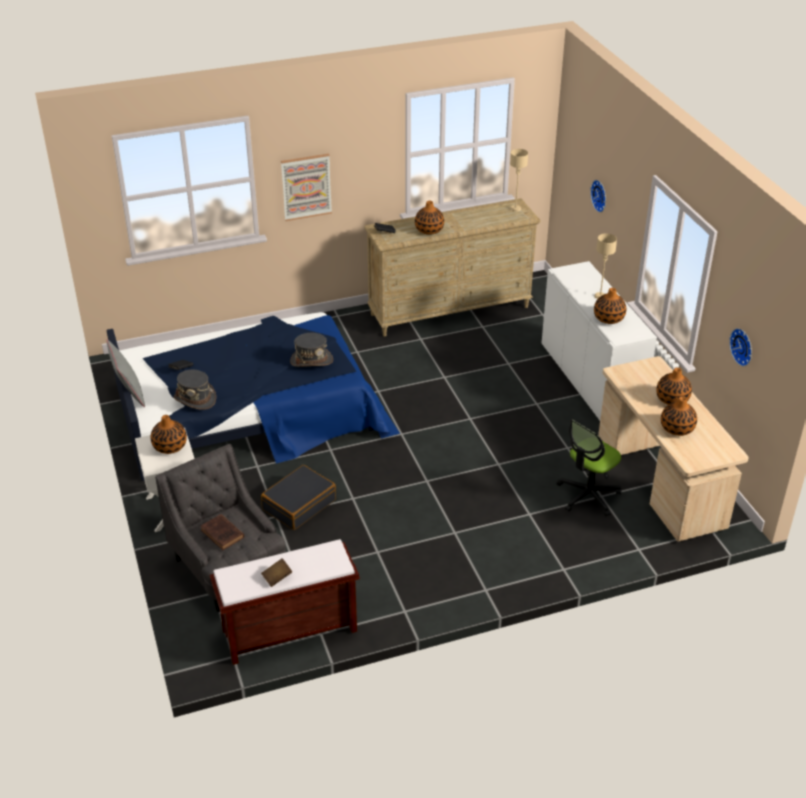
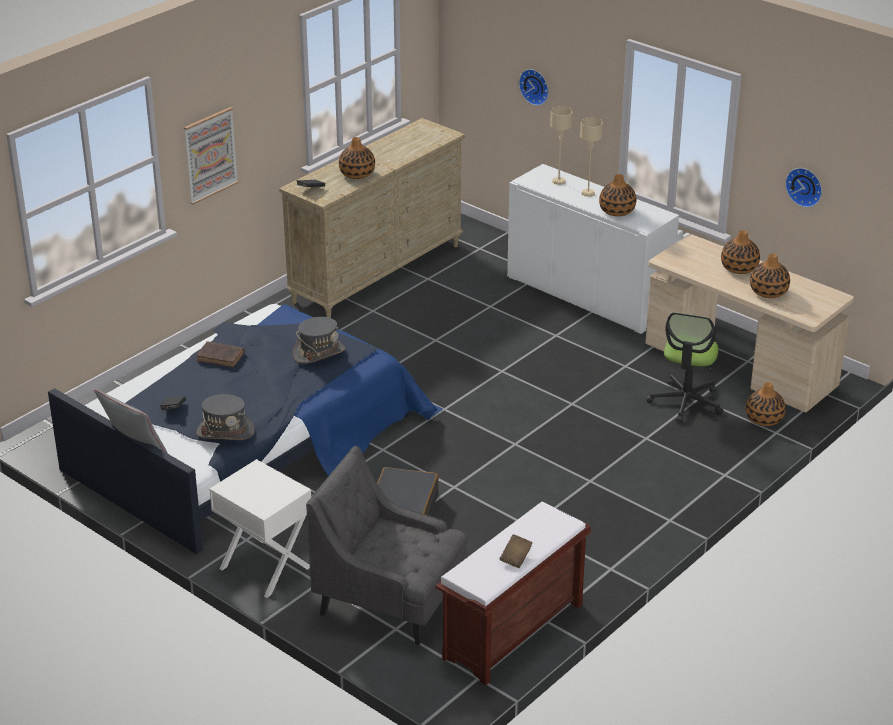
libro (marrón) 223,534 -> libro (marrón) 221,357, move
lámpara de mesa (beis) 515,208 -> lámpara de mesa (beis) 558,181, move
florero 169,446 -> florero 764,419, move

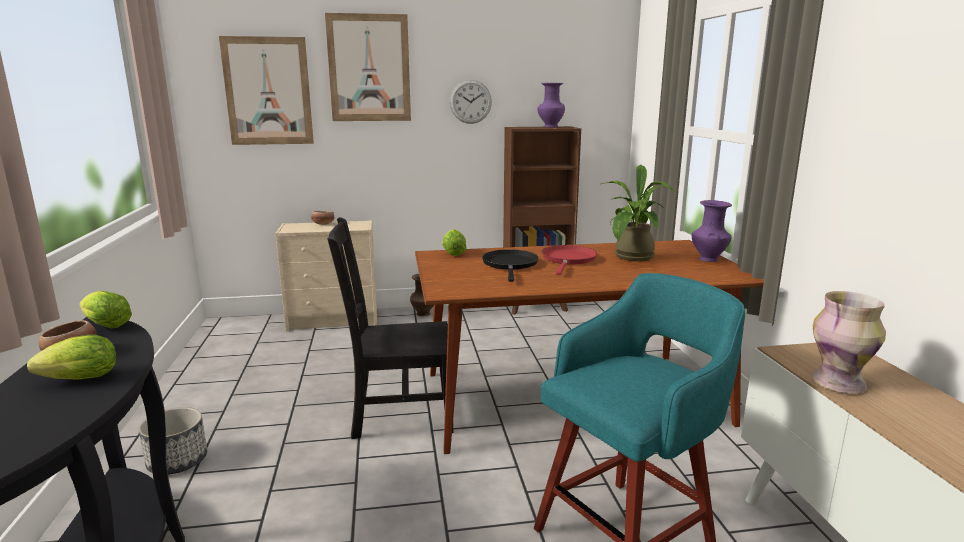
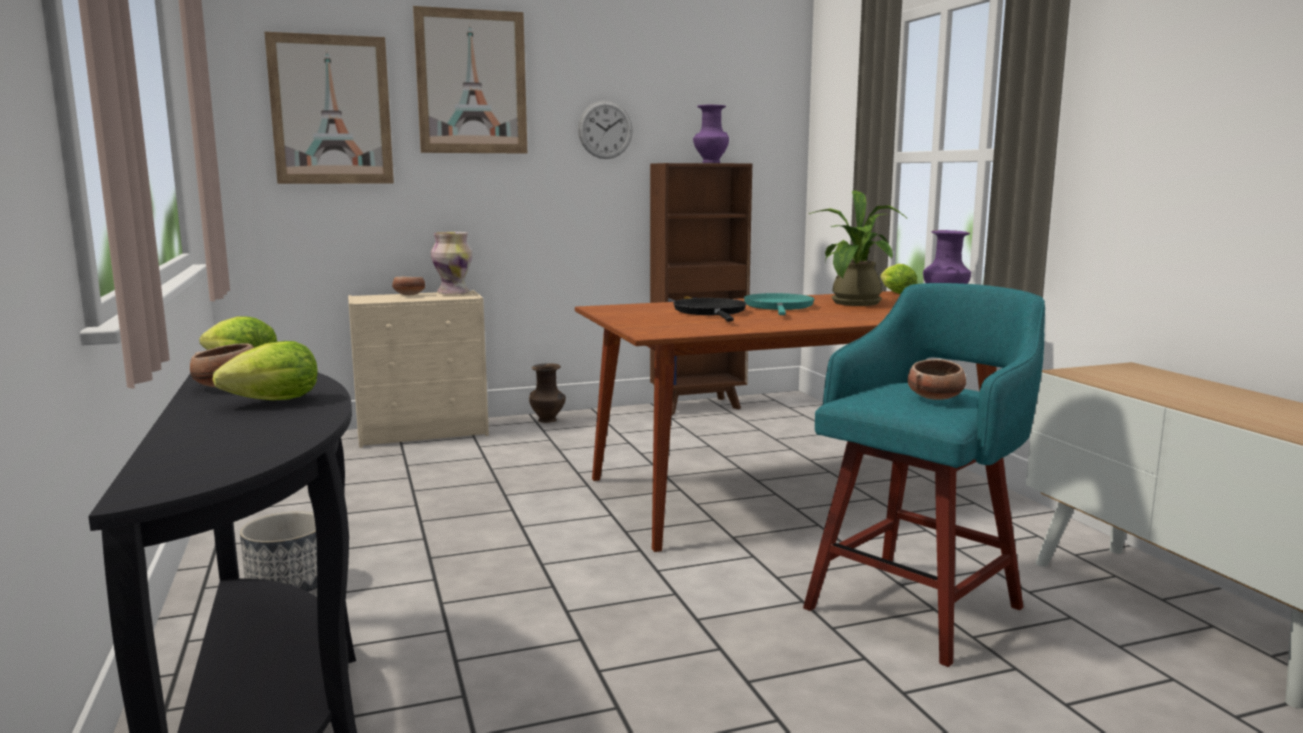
florero 839,383 -> florero 454,293, move
sartén (rojo) 568,260 -> sartén (turquesa) 779,307
lechuga 453,253 -> lechuga 895,293, move
none -> cuenco 935,398
silla (negro) 398,414 -> none

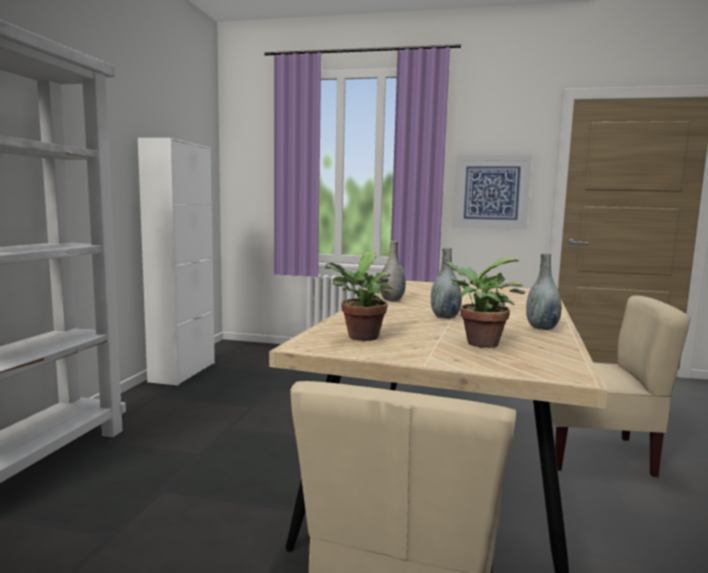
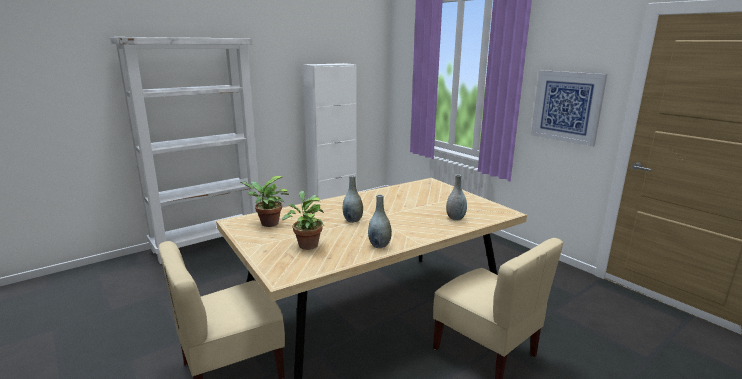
florero (gris) 392,300 -> florero (gris) 455,218, move

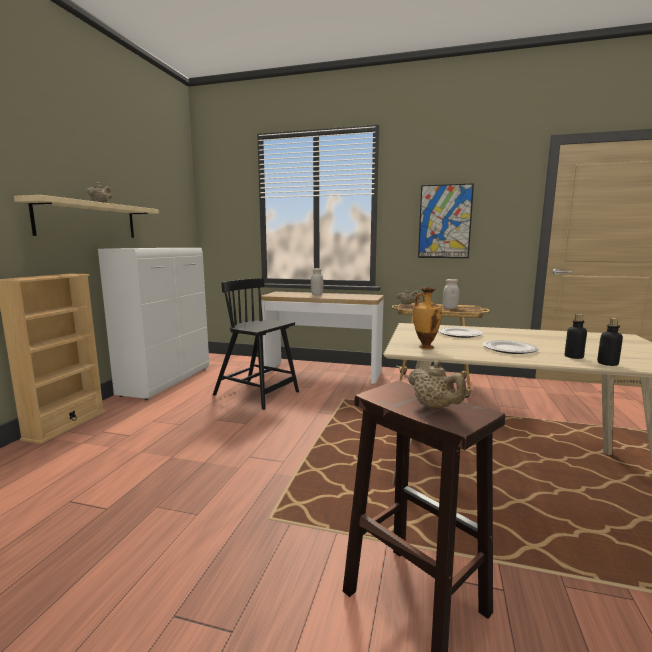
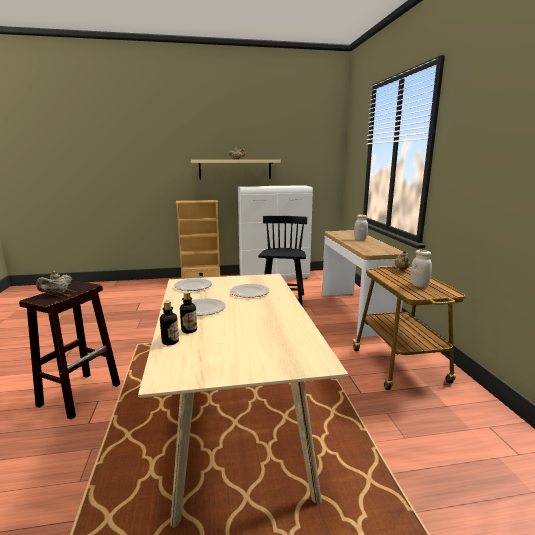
florero 425,347 -> plato 192,286
cuadro 445,221 -> none

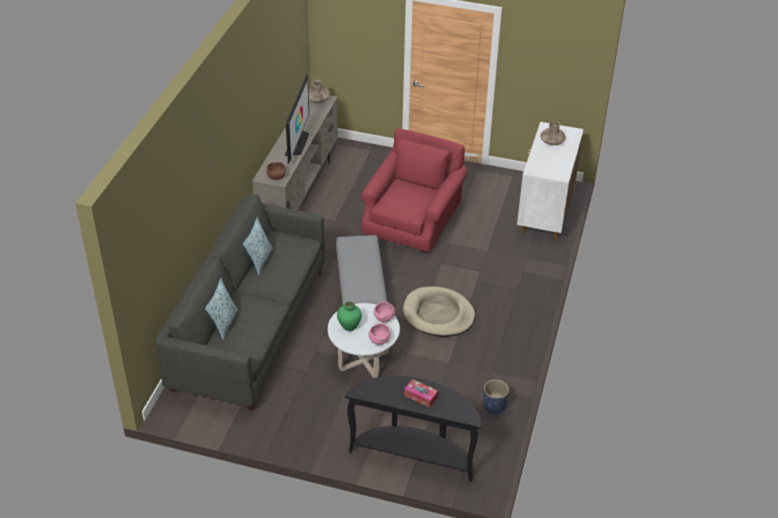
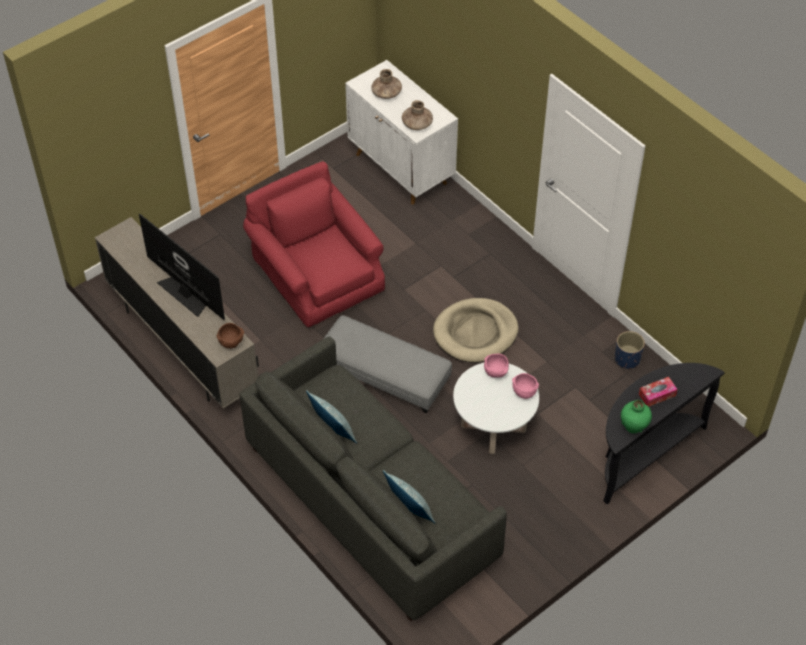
florero (marrón) 318,100 -> florero (marrón) 417,124, move
florero (verde) 349,326 -> florero (verde) 633,427, move

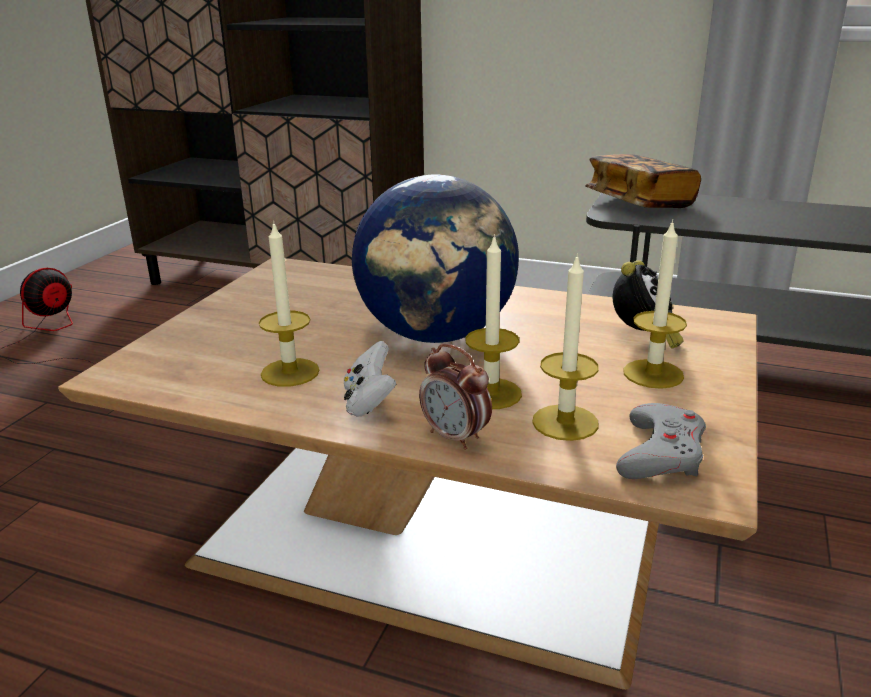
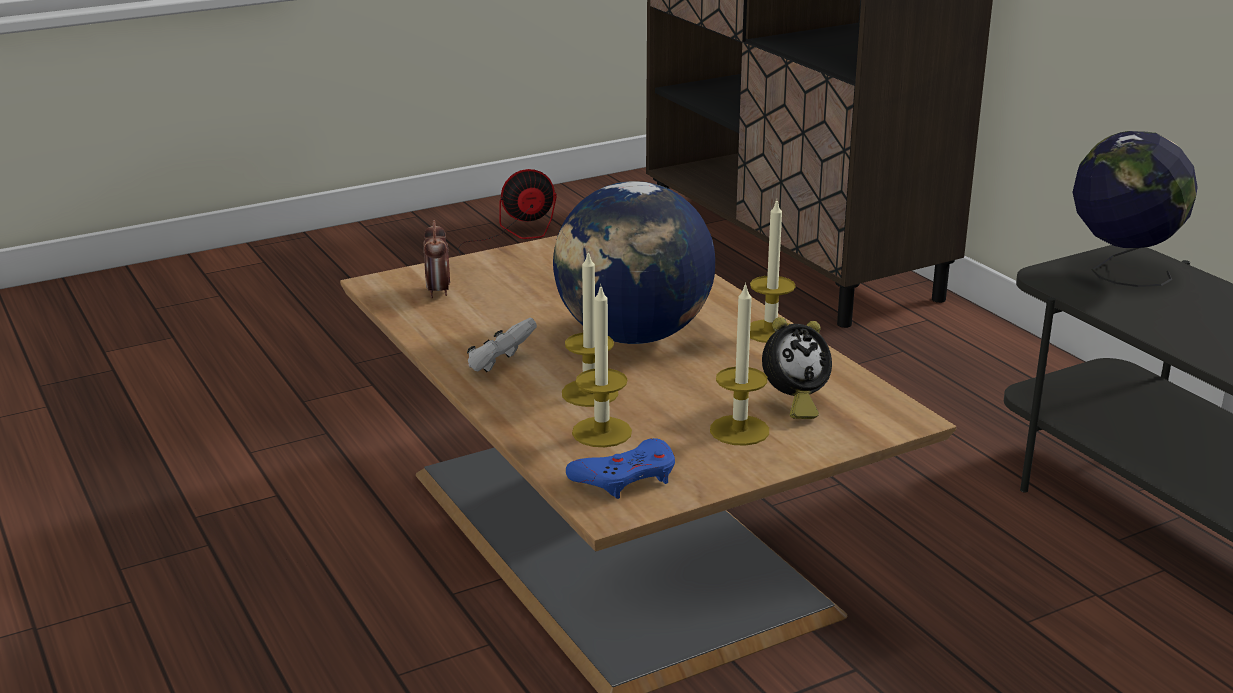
despertador 455,437 -> despertador 438,291, move
mando de consola (gris) 661,452 -> mando de consola (azul) 626,477
vela 290,372 -> vela 770,331, move
libro 639,203 -> globo terráqueo 1120,273

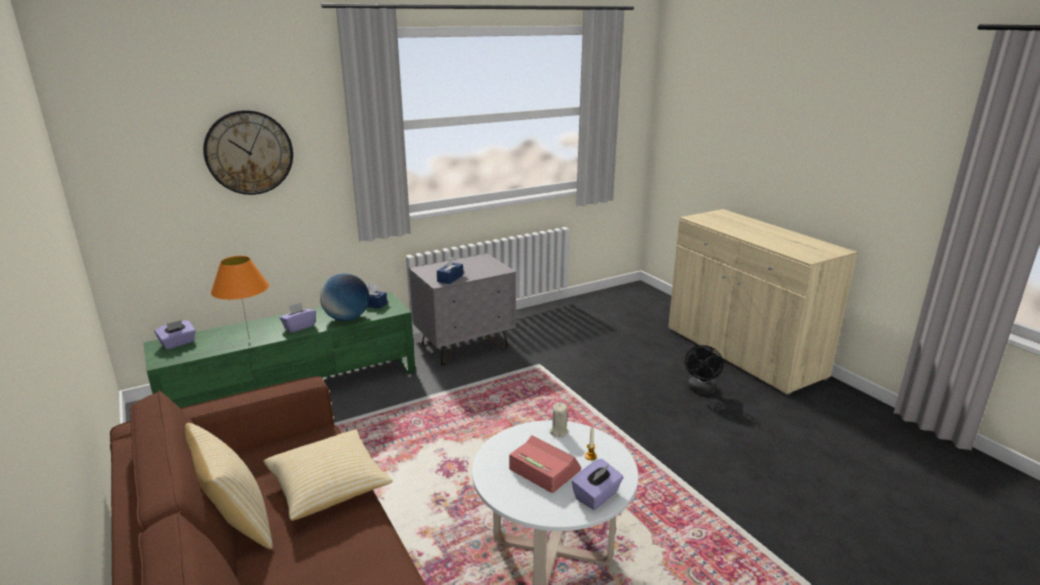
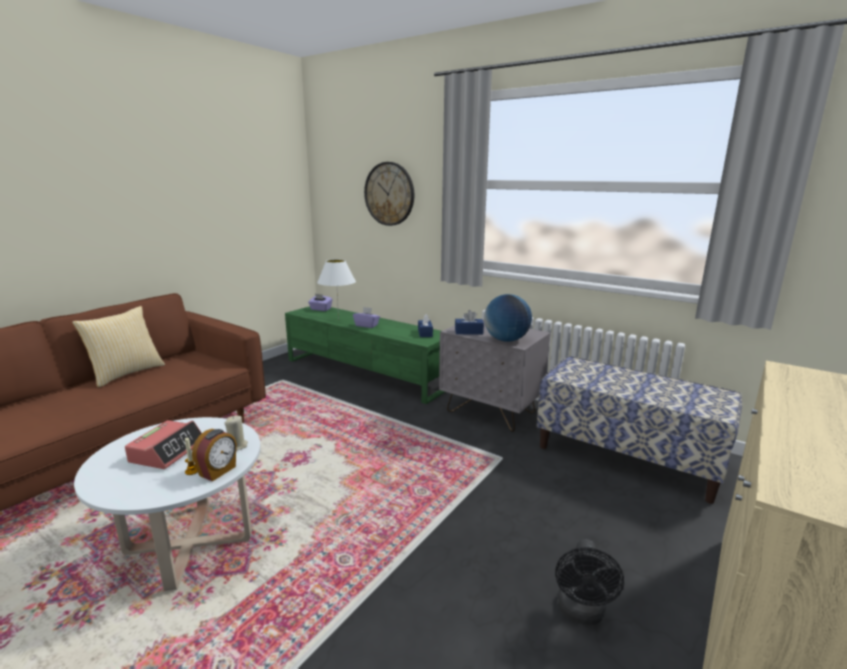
none -> despertador 218,471
lámpara de mesa (naranja) 249,339 -> lámpara de mesa (blanco) 338,320
globo terráqueo 347,318 -> globo terráqueo 506,340, move
none -> banco 627,457
ventilador (negro) 701,390 -> ventilador (negro) 581,613, 75 degrees counterclockwise
cojín 329,488 -> none
caja de pañuelos (morado) 597,496 -> none

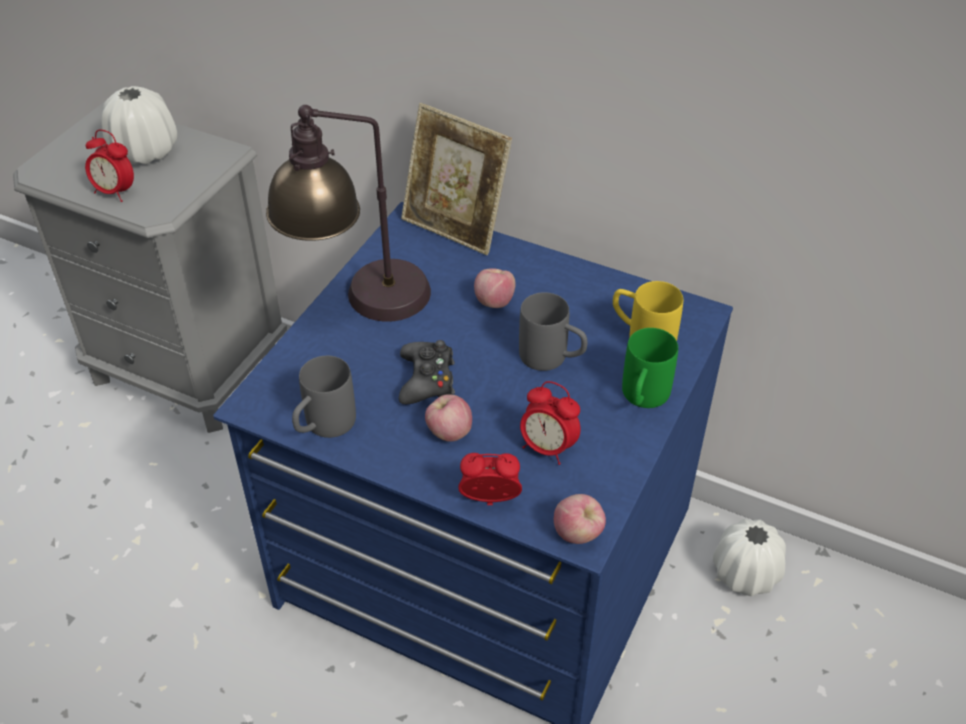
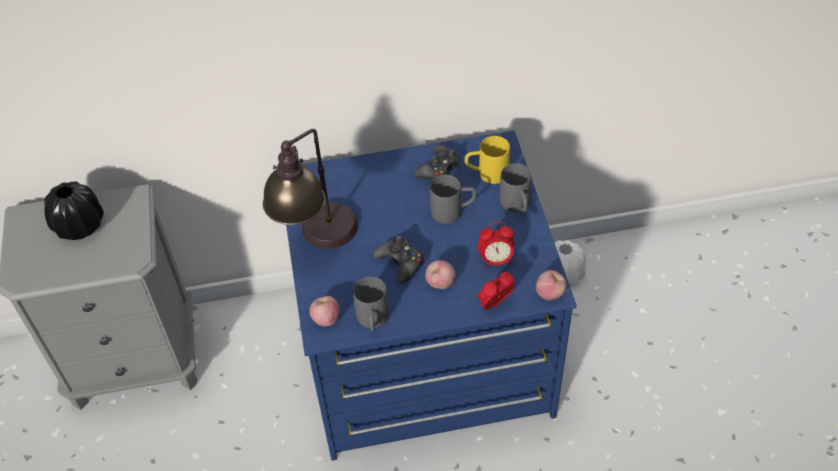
florero (blanco) 145,152 -> florero (negro) 79,226
manzana 494,302 -> manzana 326,319, move
none -> mando de consola (negro) 438,169
taza grande (verde) 642,399 -> taza grande (gris) 517,206
despertador 115,192 -> none
portarretratos 455,227 -> none

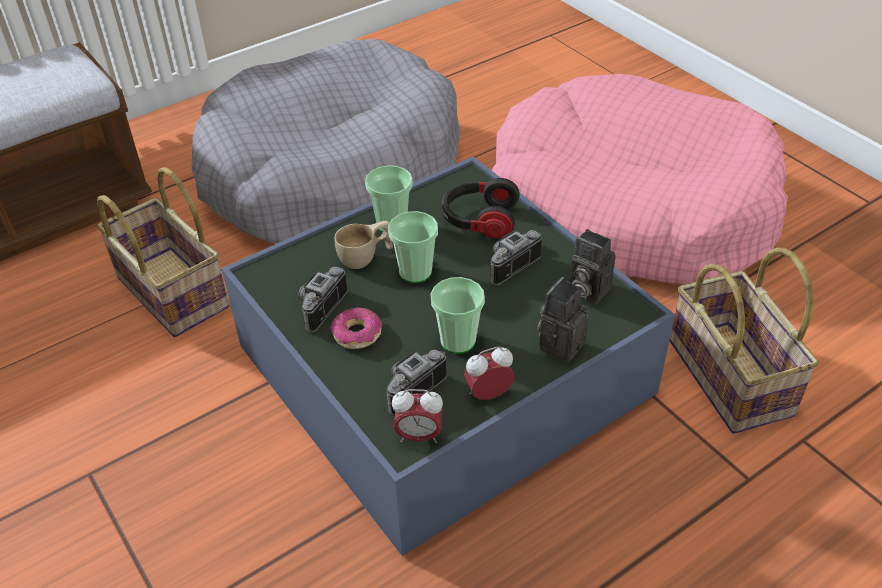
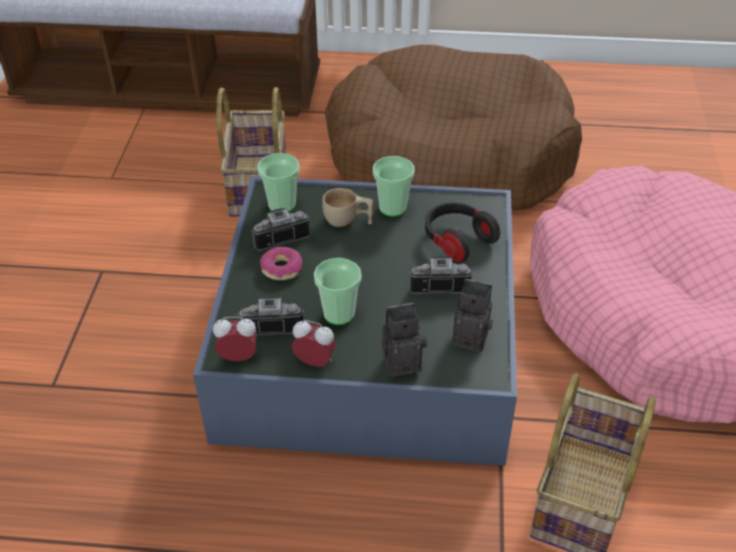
despertador 419,436 -> despertador 238,357, 135 degrees clockwise
taza 415,272 -> taza 282,205, move
cama para perro (gris) 331,171 -> cama para perro (marrón) 449,157
cámara 586,290 -> cámara 472,337, 120 degrees clockwise

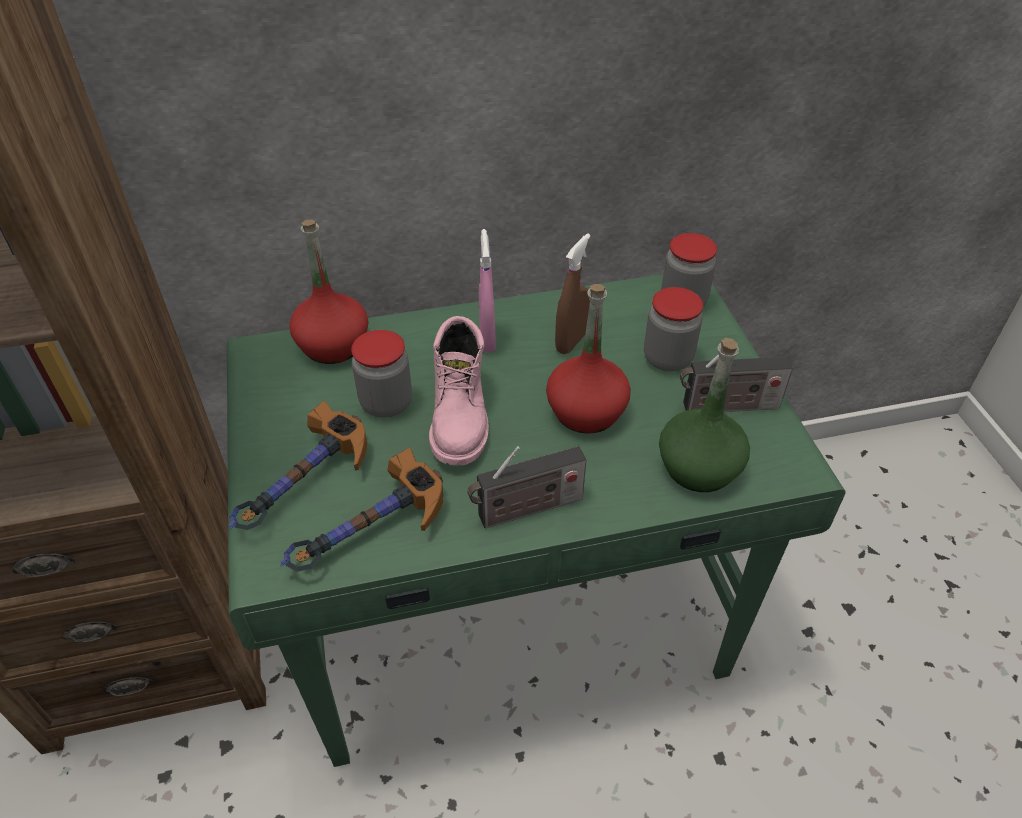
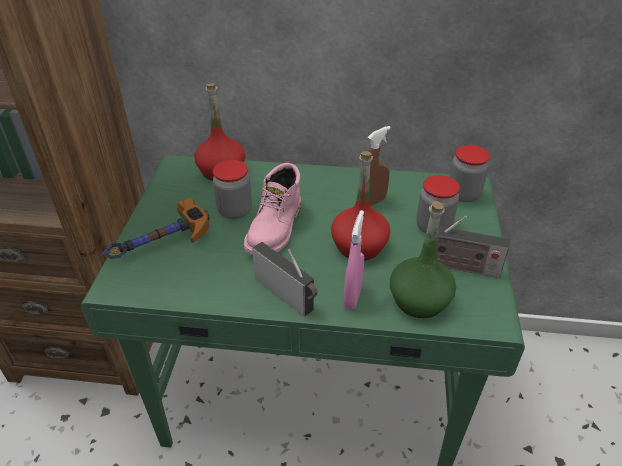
radio 526,510 -> radio 287,295, 135 degrees counterclockwise
pulverizador (rosa) 487,339 -> pulverizador (rosa) 352,297, move
martillo 367,534 -> none

